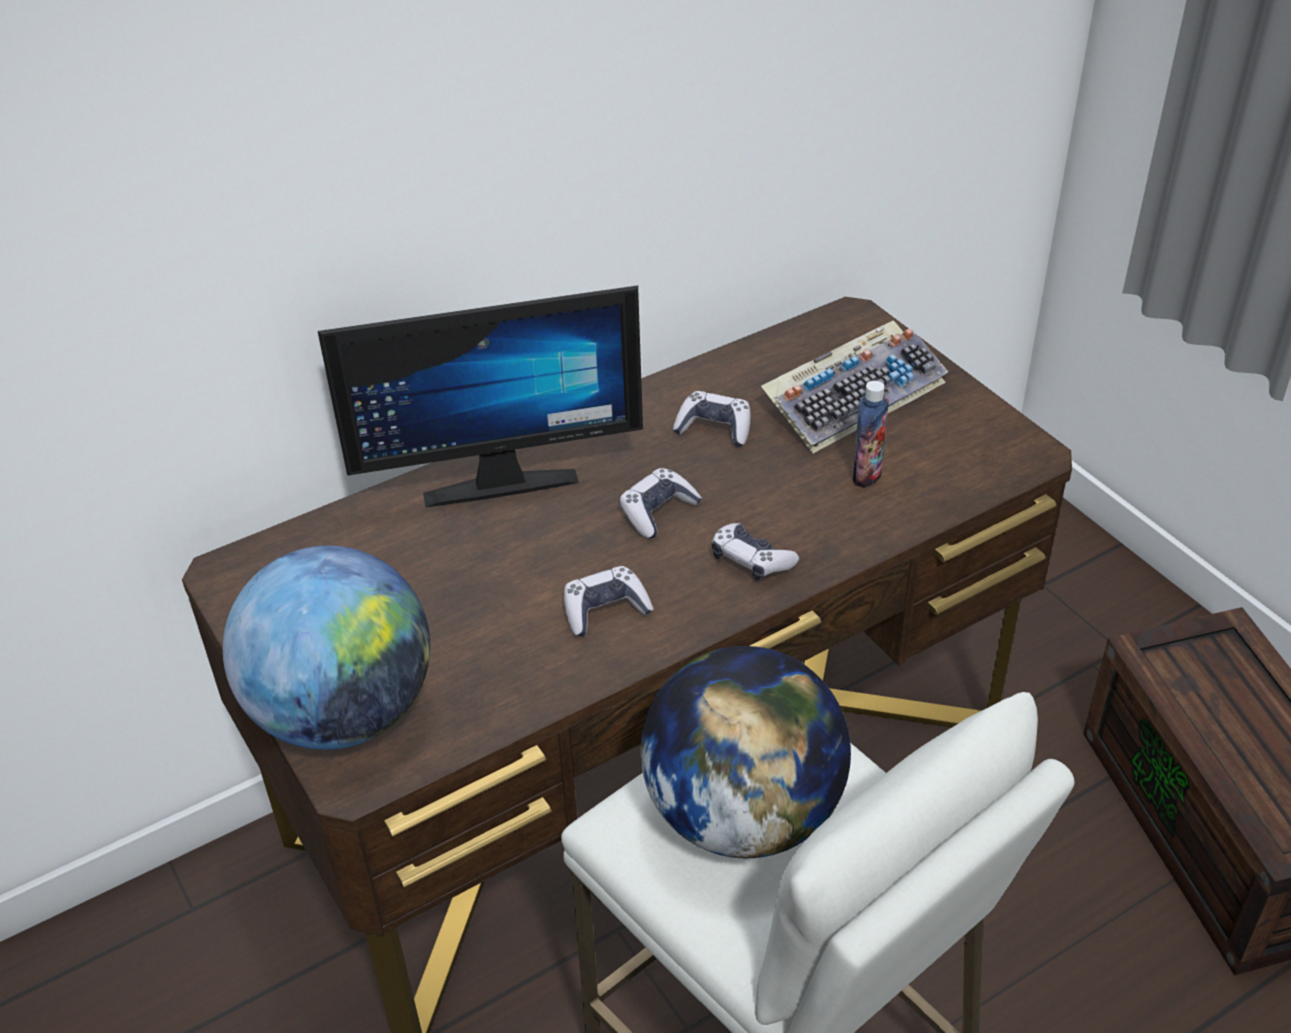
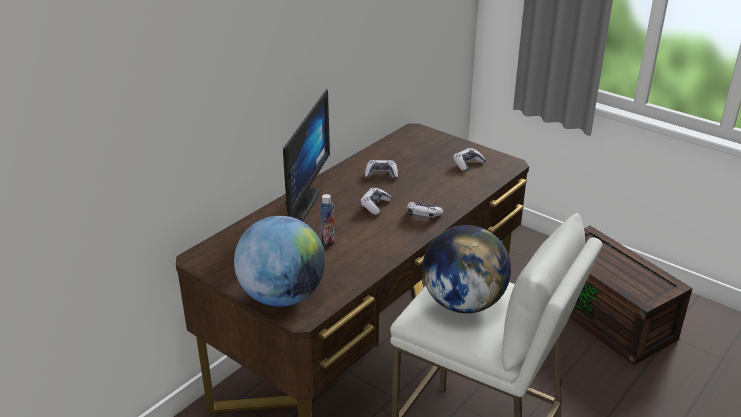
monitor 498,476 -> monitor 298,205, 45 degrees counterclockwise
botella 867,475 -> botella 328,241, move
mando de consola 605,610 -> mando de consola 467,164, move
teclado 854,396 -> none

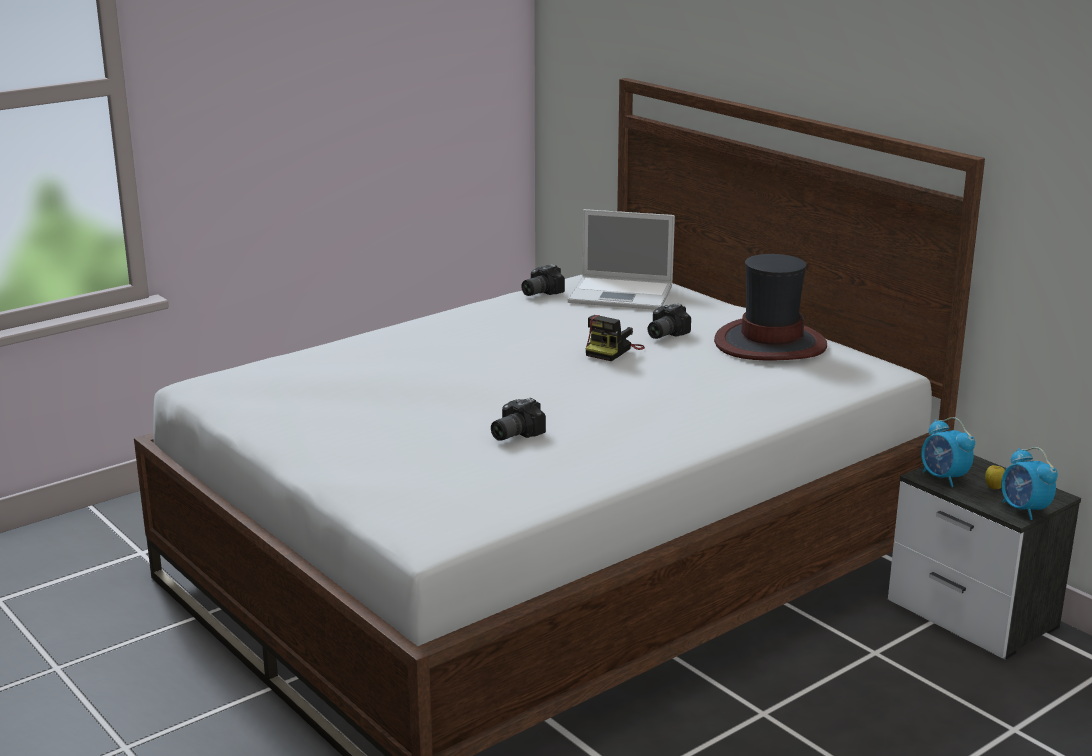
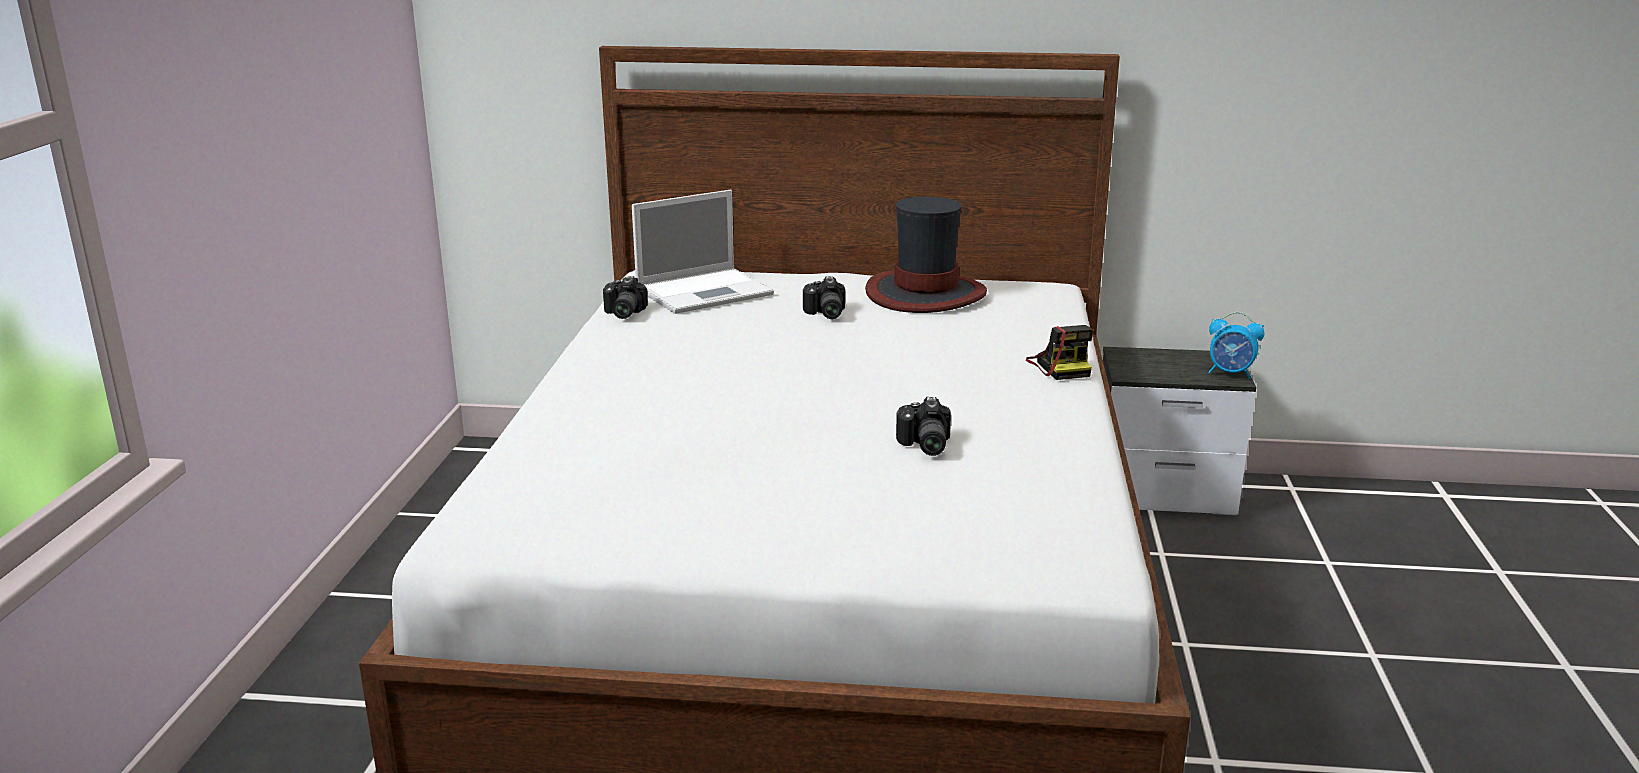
cámara 613,351 -> cámara 1060,367, move
despertador 943,478 -> none
manzana 994,488 -> none

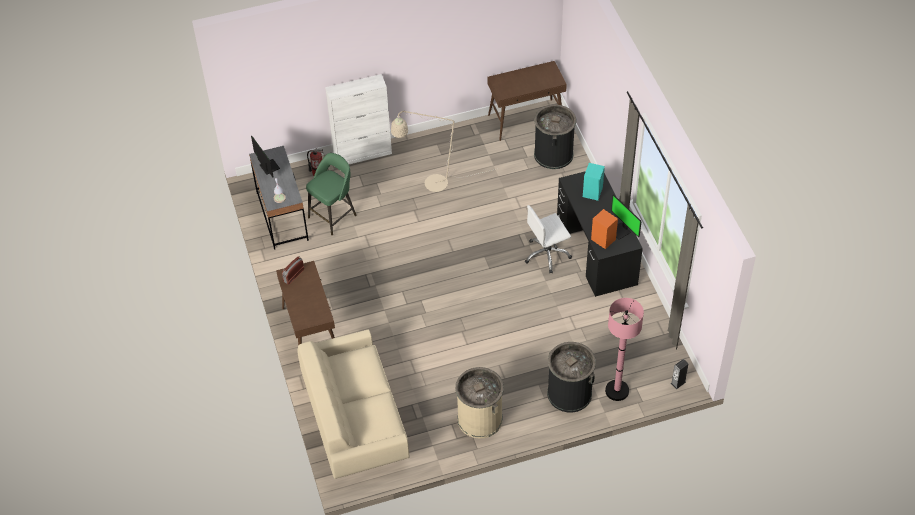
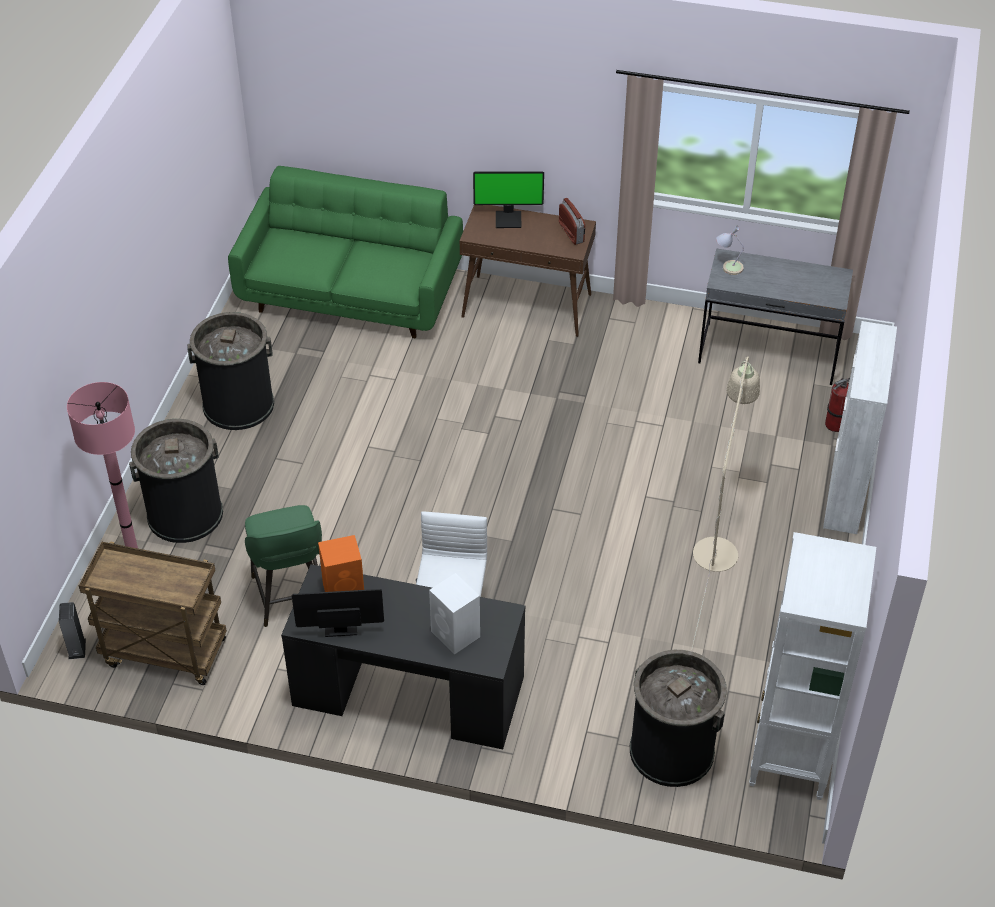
none -> carrito (marrón) 163,653
papelera (beis) 480,419 -> papelera (negro) 238,404
sofá (beis) 355,419 -> sofá (verde) 351,293
taburete (verde) 333,215 -> taburete (verde) 291,596, move
altavoz (turquesa) 592,191 -> altavoz (blanco) 456,635
monitor 268,167 -> monitor 509,219, move
mesa consola (marrón) 526,119 -> estantería (blanco) 790,756

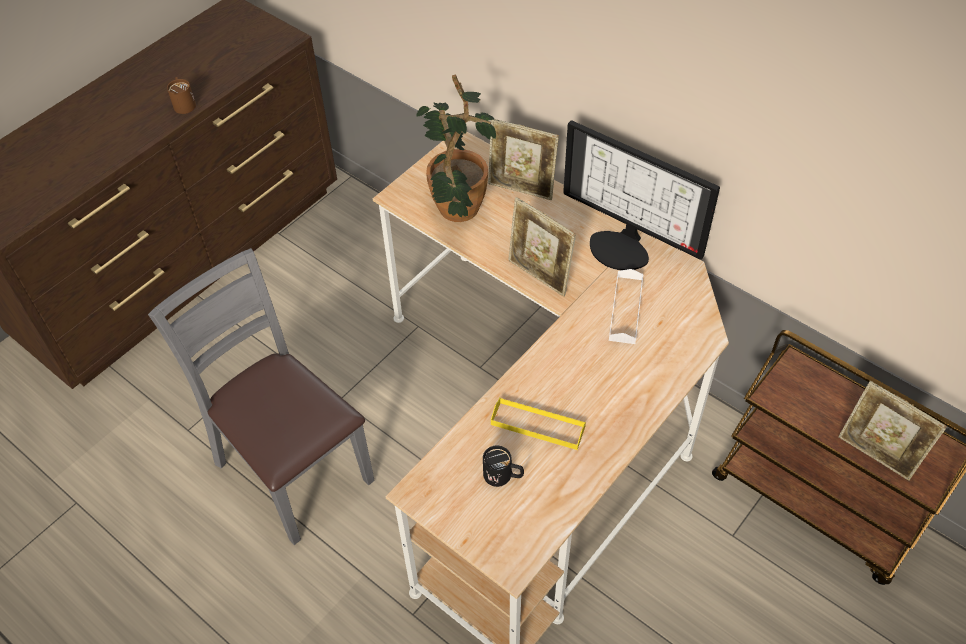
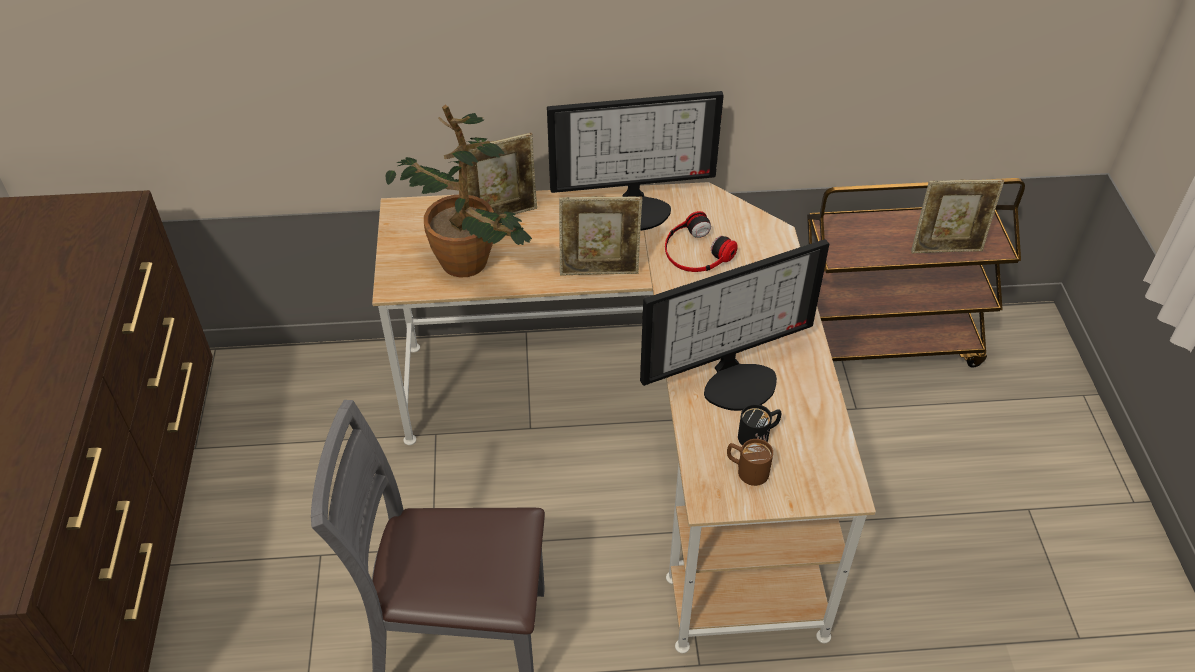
bandeja (amarillo) 537,425 -> monitor 737,380
bandeja (blanco) 626,309 -> auriculares 696,251
taza grande (marrón) 184,103 -> taza grande (marrón) 746,470, move

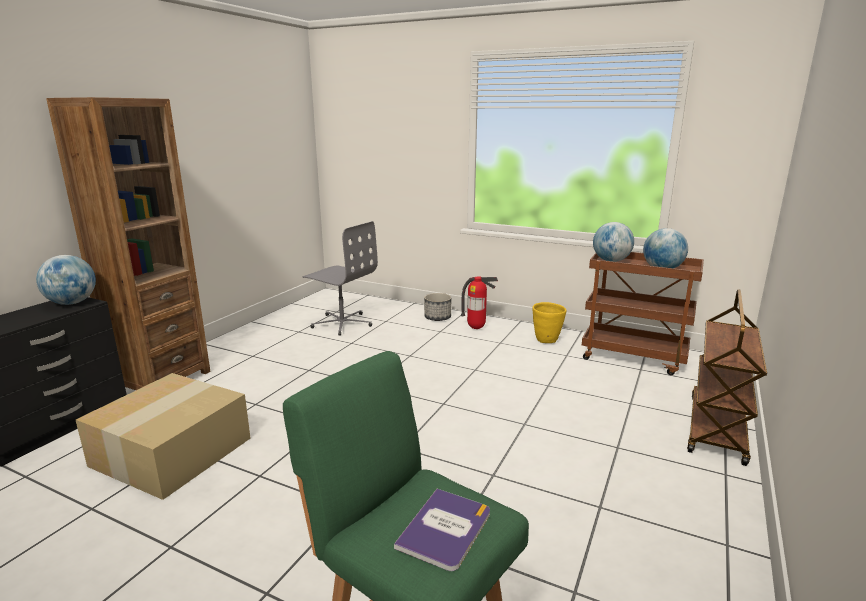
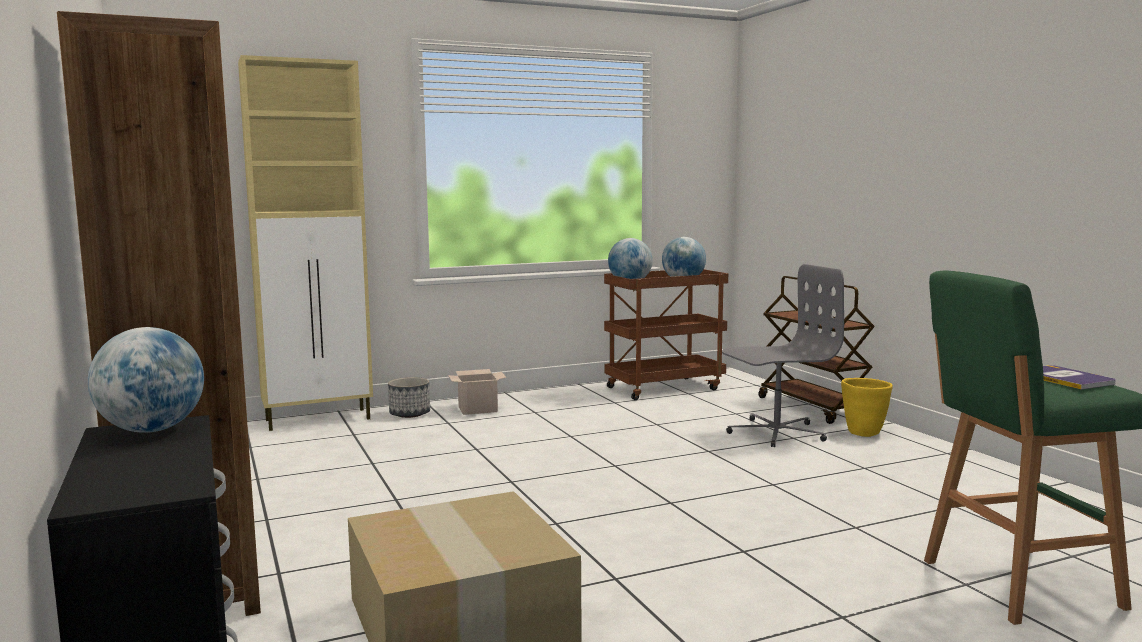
none -> armario (beis) 319,419
extintor 476,328 -> caja de cartón 478,409
silla de oficina (gris) 342,323 -> silla de oficina (gris) 775,432, move
maceta (amarillo) 547,340 -> maceta (amarillo) 864,433, move

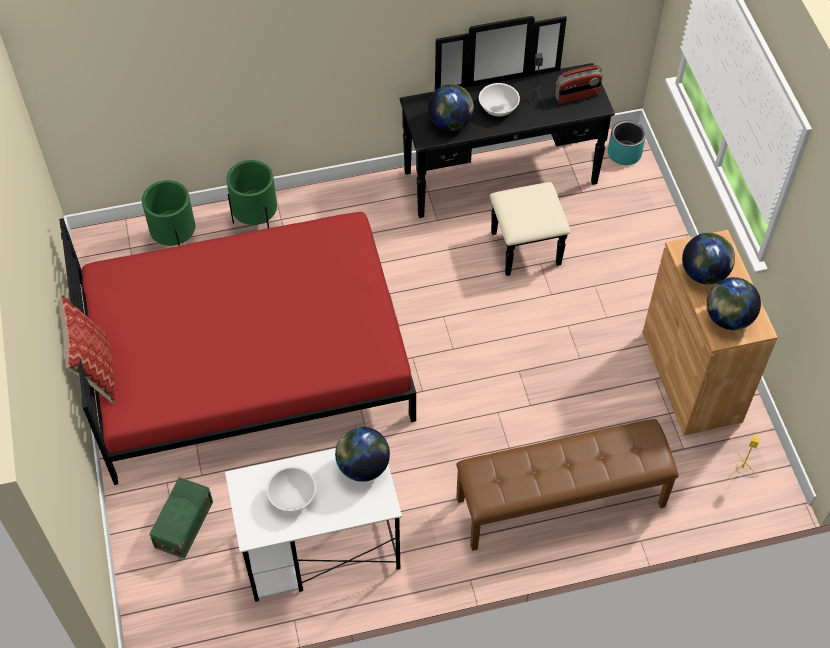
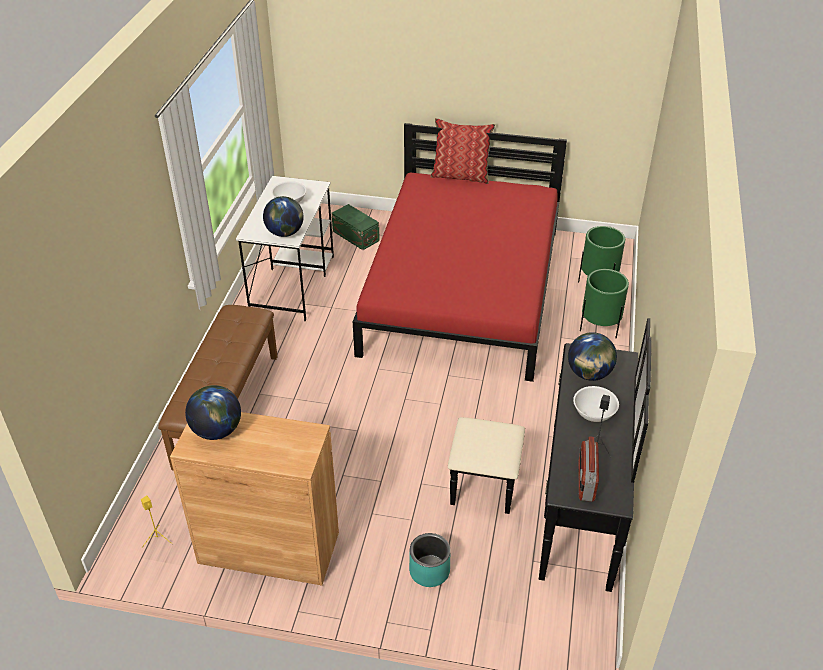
maceta (turquesa) 624,153 -> maceta (turquesa) 429,571, move
globo terráqueo 704,273 -> none

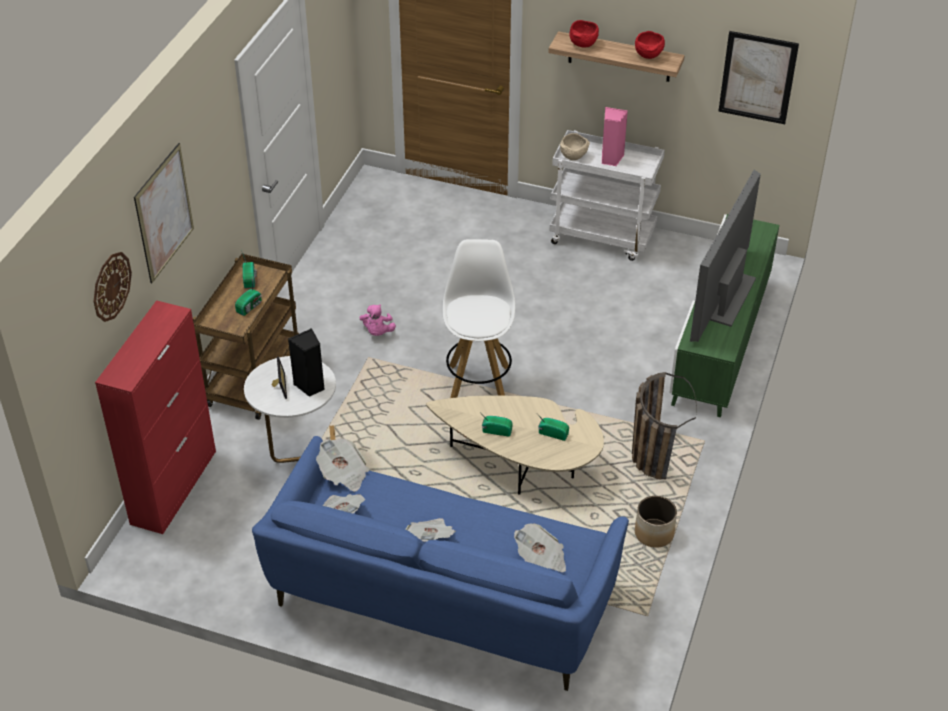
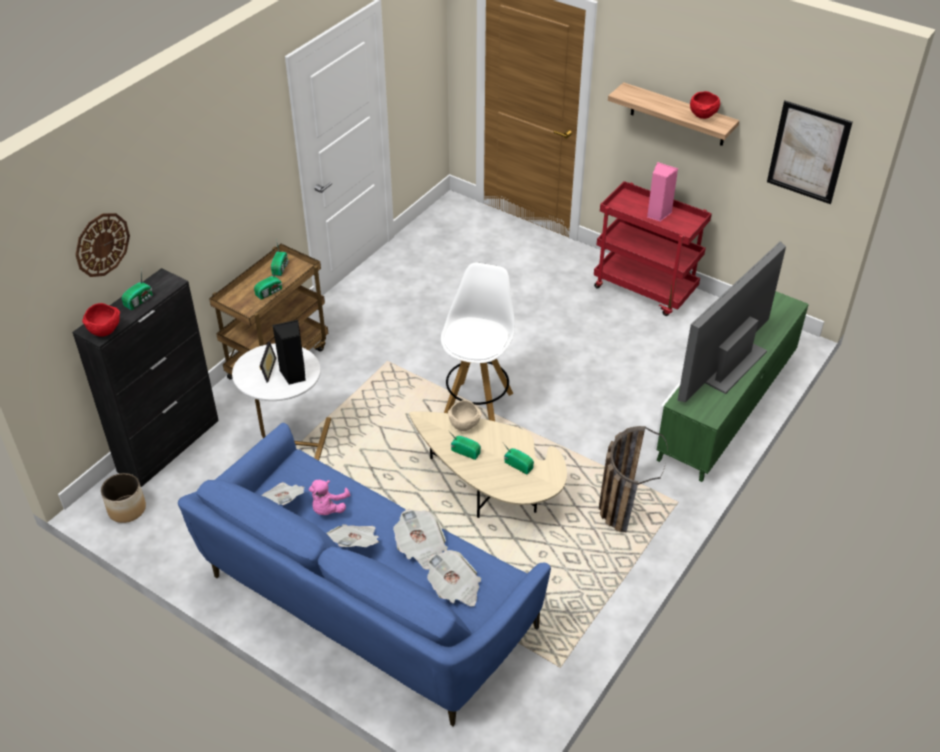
armario (rojo) 174,486 -> armario (negro) 169,445
cuenco (rojo) 583,44 -> cuenco (rojo) 105,330, move
maceta 653,533 -> maceta 126,509, move
none -> radio 139,301
peluche (rosa) 377,332 -> peluche (rosa) 328,508, move
periódico 343,474 -> periódico 421,548, move
cuenco (beis) 573,156 -> cuenco (beis) 465,425, move
carrito (blanco) 603,237 -> carrito (rojo) 645,289
cuadro 164,213 -> none

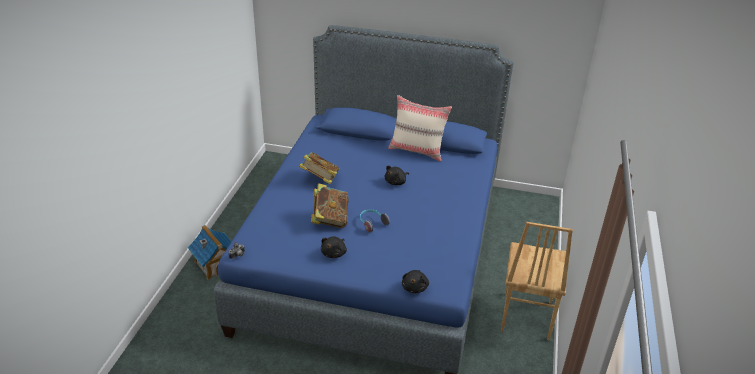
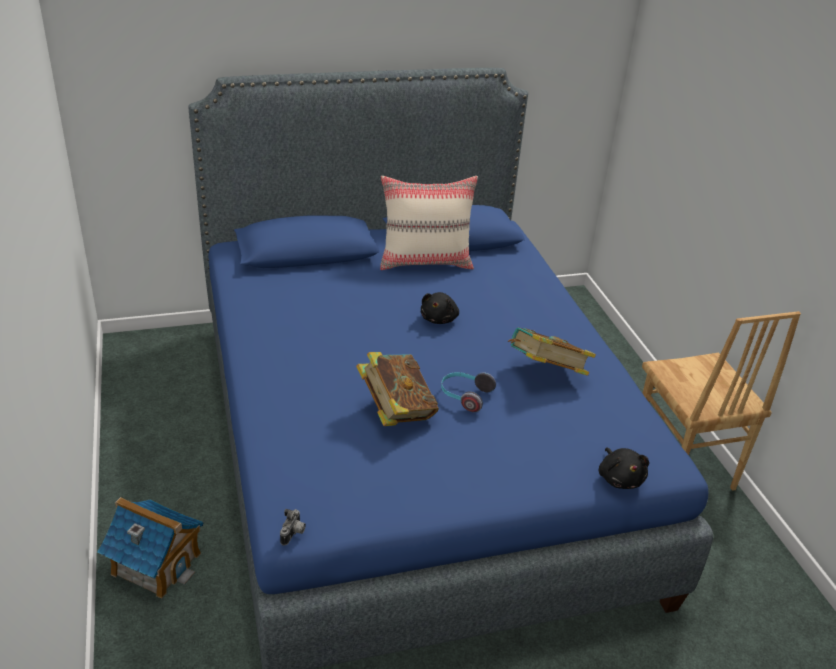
libro 320,180 -> libro 545,373, move
peluche (negro) 334,253 -> none

